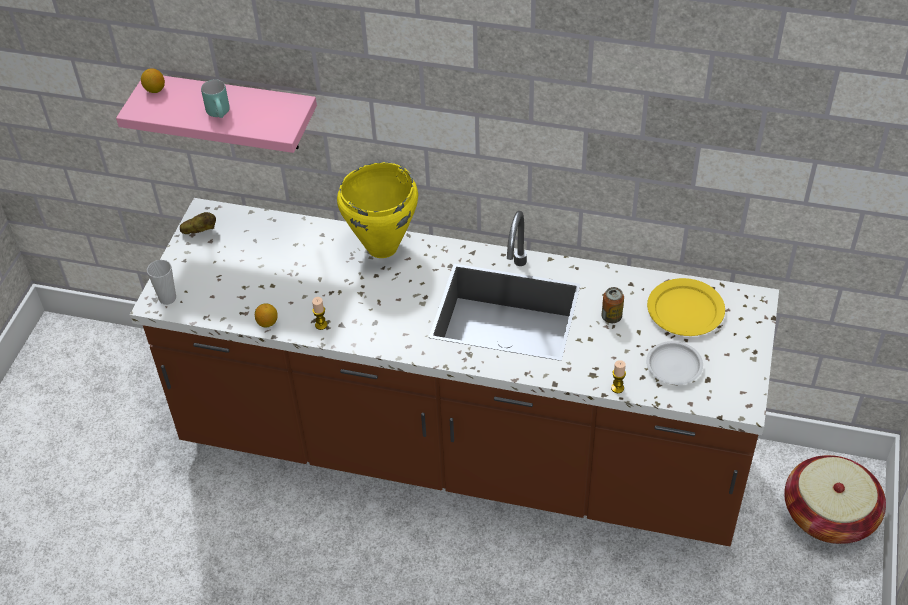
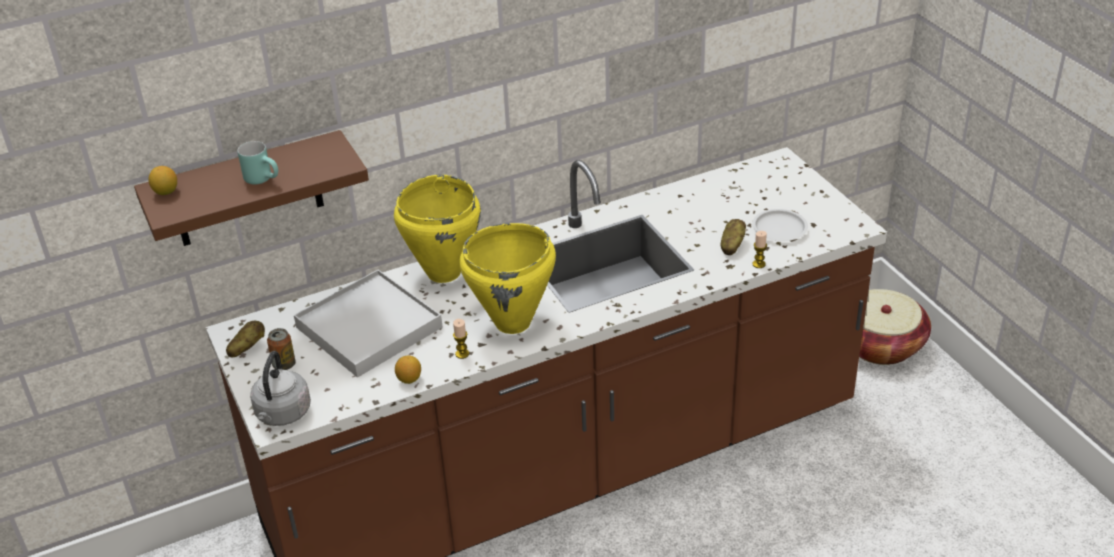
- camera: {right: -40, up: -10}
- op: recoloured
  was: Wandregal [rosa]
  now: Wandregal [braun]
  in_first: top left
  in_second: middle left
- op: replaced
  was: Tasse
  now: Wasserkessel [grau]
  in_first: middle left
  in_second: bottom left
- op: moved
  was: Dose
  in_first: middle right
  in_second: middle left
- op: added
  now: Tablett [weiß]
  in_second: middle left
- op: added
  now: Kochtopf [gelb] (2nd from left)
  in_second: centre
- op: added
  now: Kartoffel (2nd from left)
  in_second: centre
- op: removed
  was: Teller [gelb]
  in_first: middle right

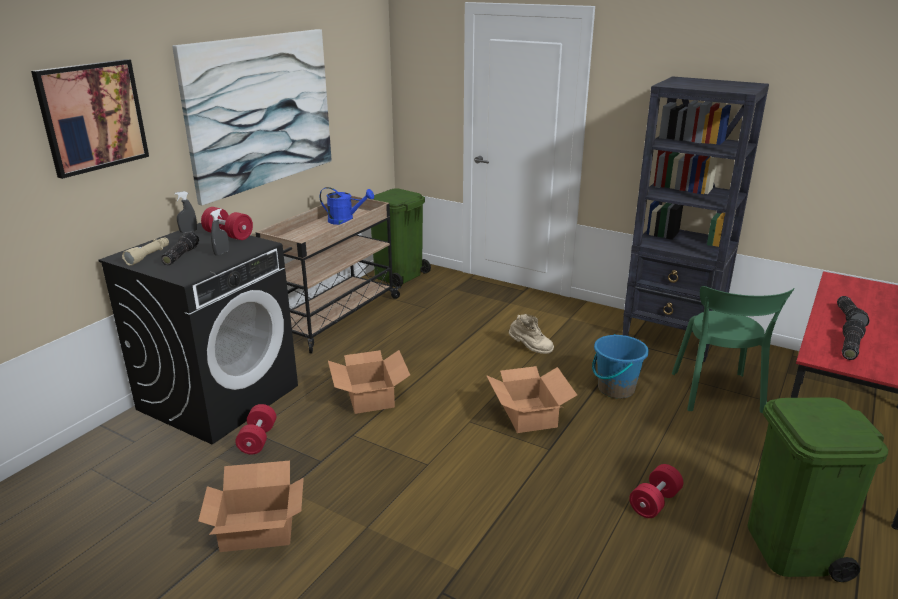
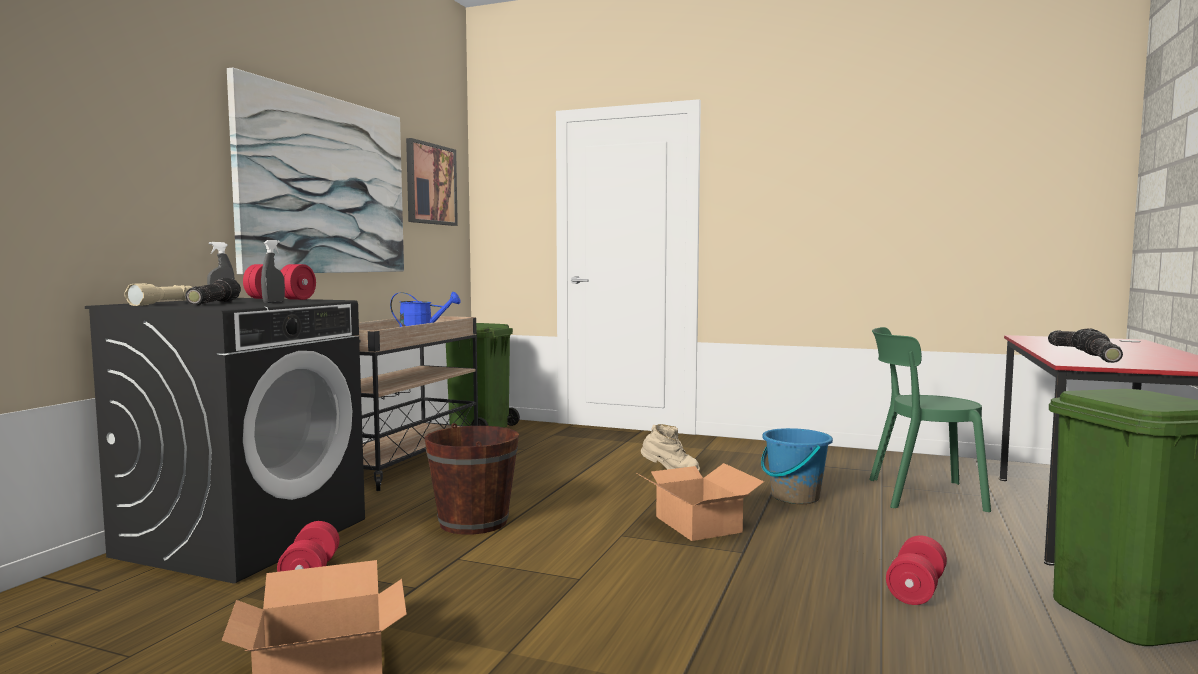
- camera: {right: -10, up: -20}
- op: moved
  was: Bild (1st from left in the first image)
  now: Bild (2nd from left)
  in_first: top left
  in_second: top centre
- op: replaced
  was: Karton (2nd from left)
  now: Eimer [braun]
  in_first: centre
  in_second: bottom centre
- op: turned
  was: Stuhl [grün]
  in_first: middle right
  in_second: middle right
  clockwise: 105
- op: removed
  was: Bücherregal [schwarz]
  in_first: middle right

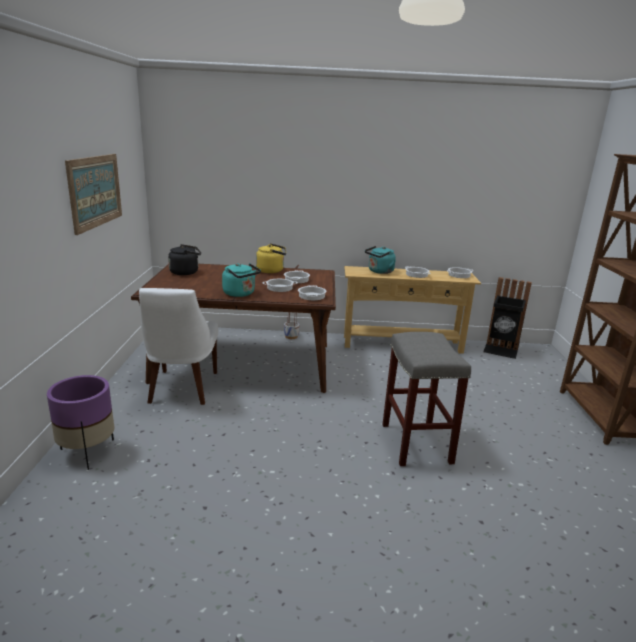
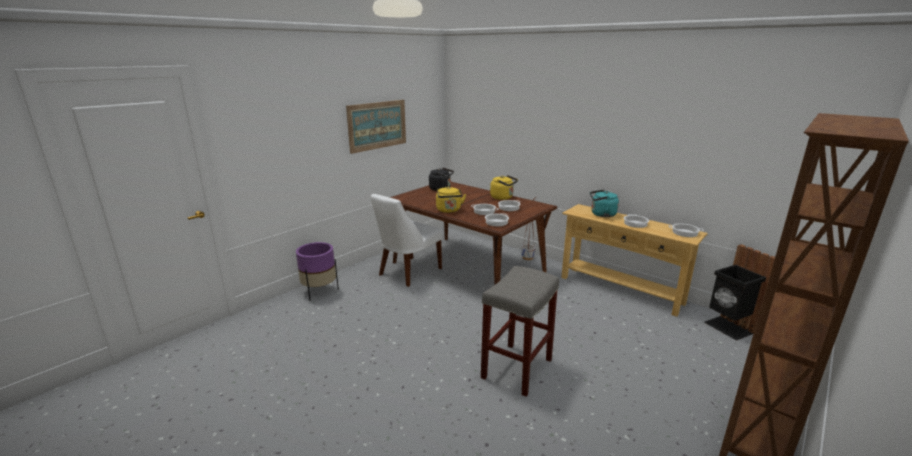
- camera: {right: 40, up: 0}
- op: recoloured
  was: Wasserkessel [türkis] (1st from left)
  now: Wasserkessel [gelb] (1st from left)
  in_first: centre
  in_second: centre

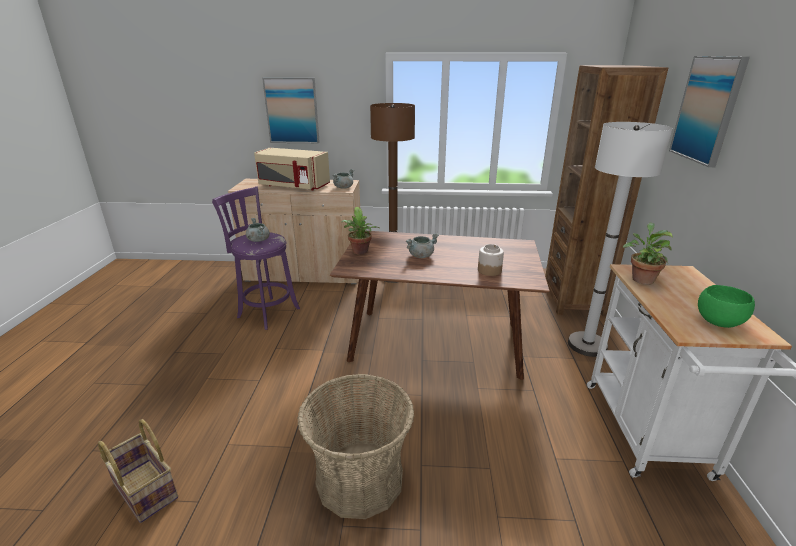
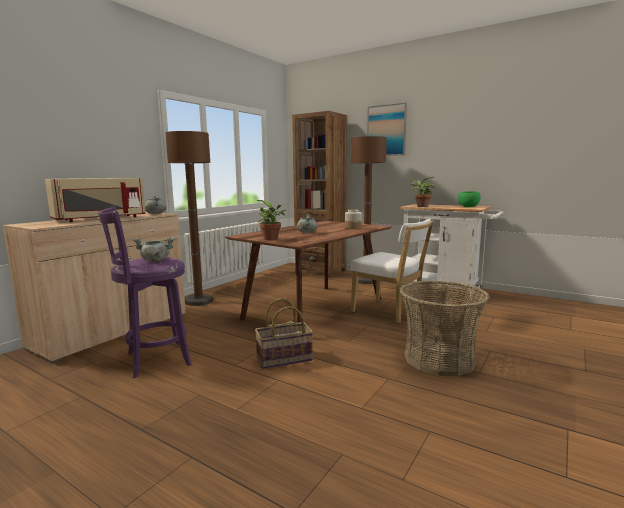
- camera: {right: -60, up: -15}
- op: moved
  was: Korb (1st from left)
  in_first: bottom left
  in_second: centre
- op: added
  now: Stuhl [weiß]
  in_second: centre
- op: recoloured
  was: Stehlampe [weiß]
  now: Stehlampe [braun] (2nd from left)
  in_first: middle right
  in_second: centre
- op: removed
  was: Bild (1st from left)
  in_first: top centre

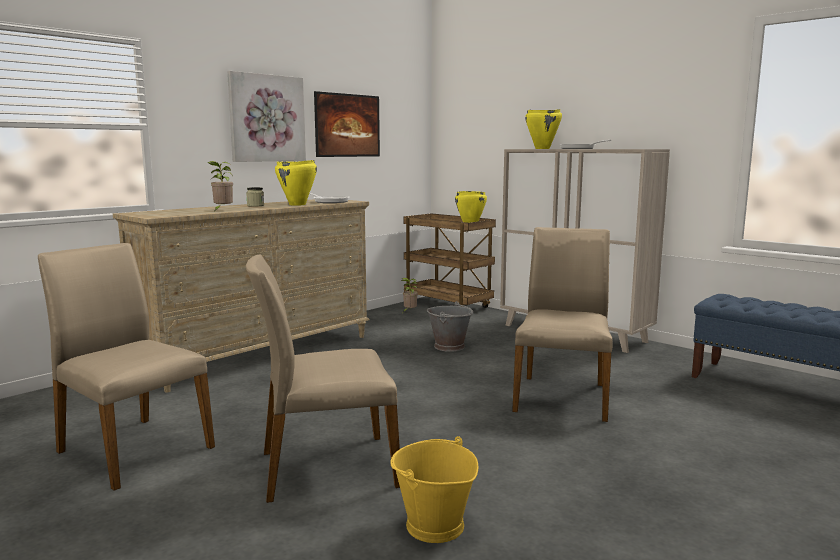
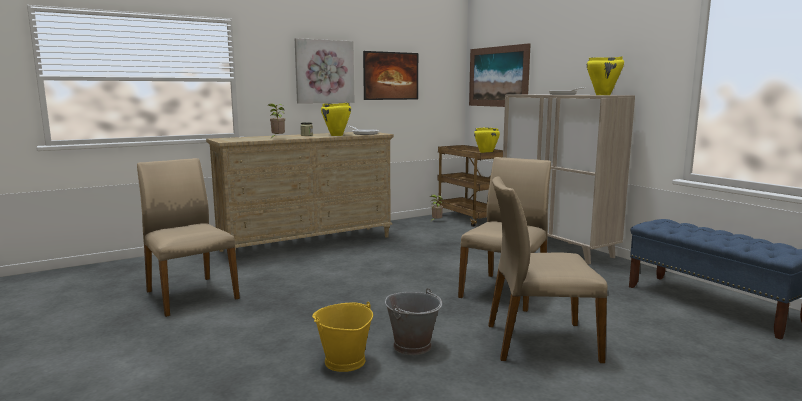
- camera: {right: 15, up: 0}
- op: moved
  was: Eimer [grau]
  in_first: centre
  in_second: bottom centre
- op: added
  now: Bild (3rd from left)
  in_second: top centre
- op: moved
  was: Stuhl [beige] (2nd from left in the first image)
  now: Stuhl [beige] (3rd from left)
  in_first: bottom centre
  in_second: bottom right
- op: moved
  was: Kochtopf [gelb] (3rd from left)
  in_first: top centre
  in_second: top right

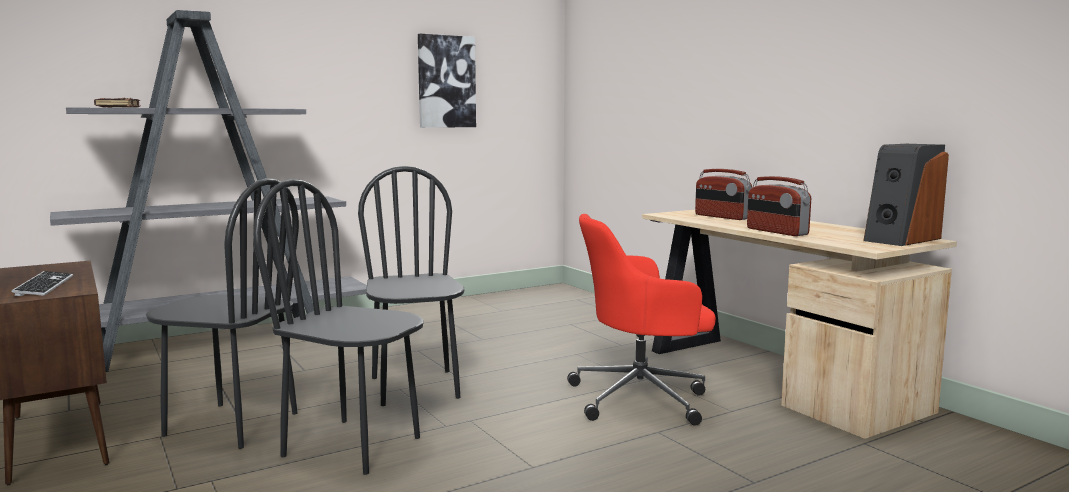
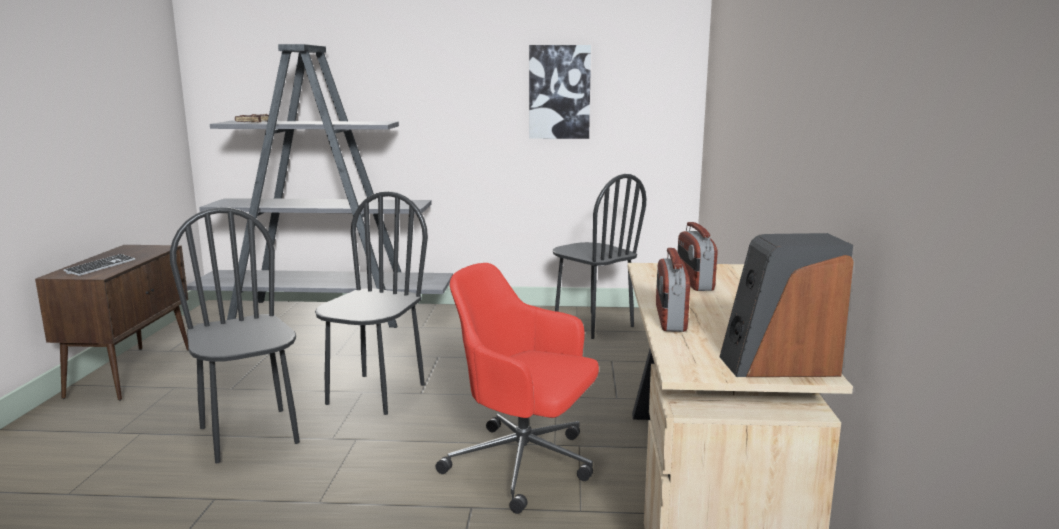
- camera: {right: 35, up: 5}
- op: moved
  was: Stuhl [schwarz] (1st from left in the first image)
  now: Stuhl [schwarz] (3rd from left)
  in_first: middle left
  in_second: centre

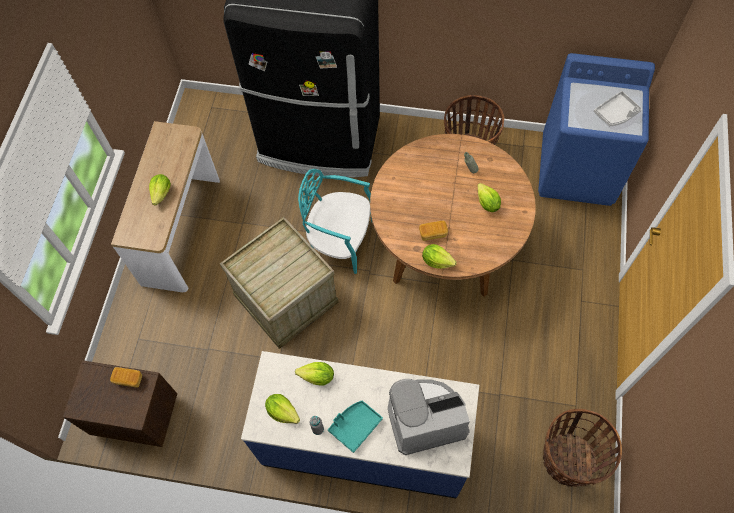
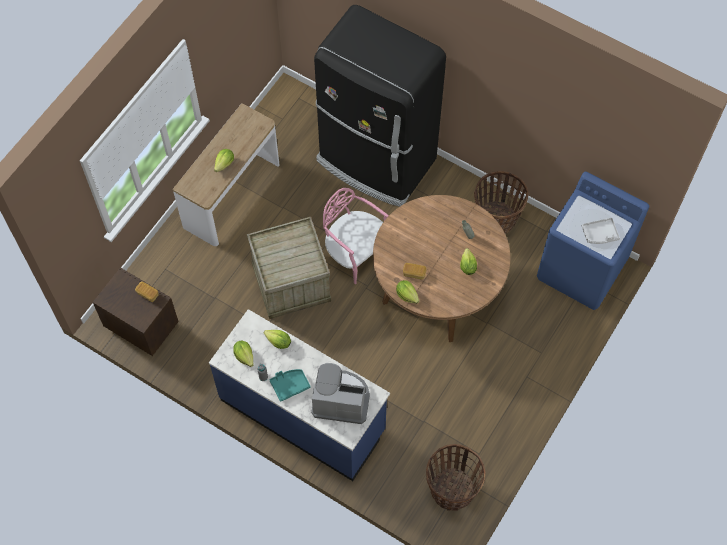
- camera: {right: 20, up: 0}
- op: recoloured
  was: Stuhl [türkis]
  now: Stuhl [rosa]
  in_first: centre
  in_second: centre

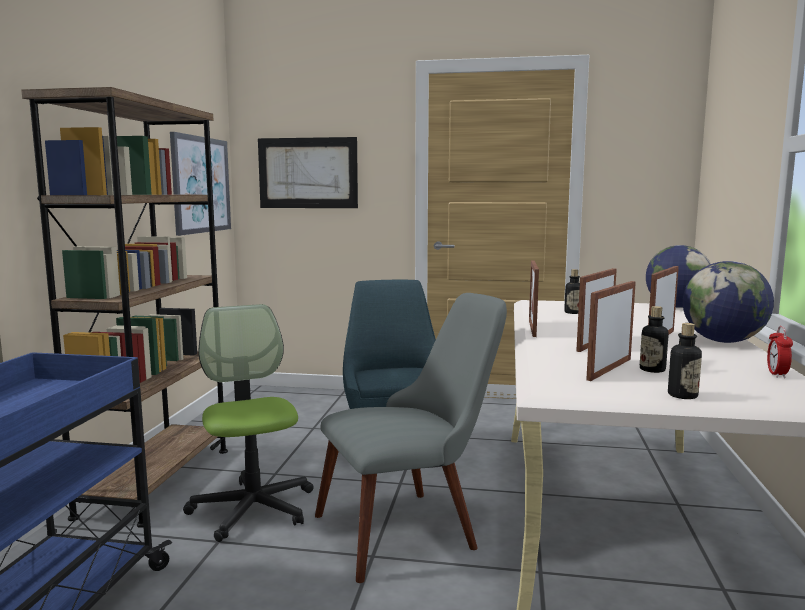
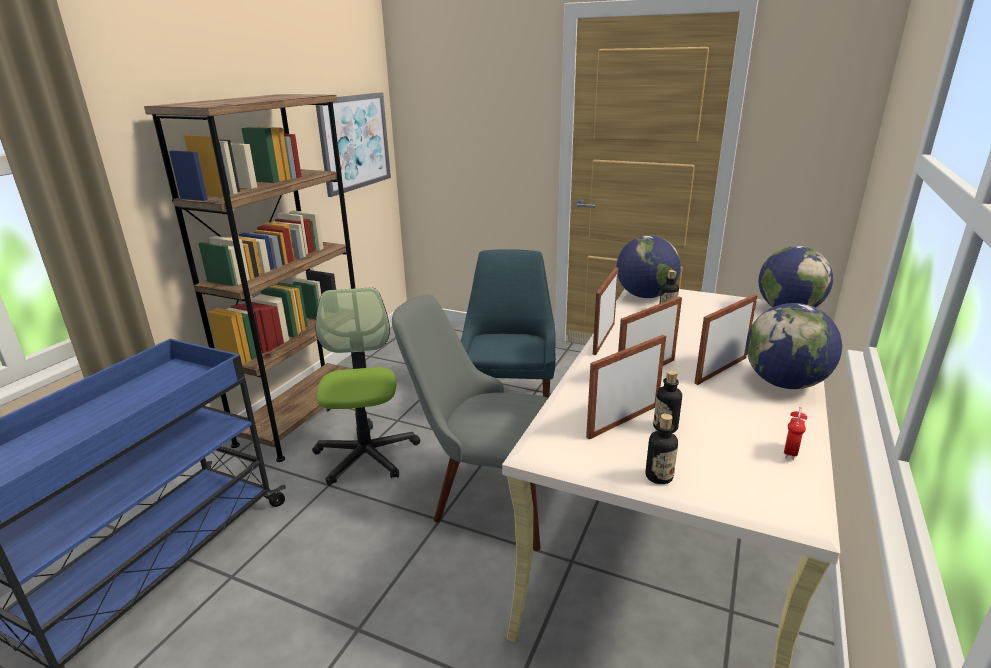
- camera: {right: 15, up: 15}
- op: turned
  was: Stuhl [grau]
  in_first: bottom centre
  in_second: centre
  clockwise: -150
- op: added
  now: Globus (1st from left)
  in_second: centre
- op: removed
  was: Bild (2nd from left)
  in_first: top centre

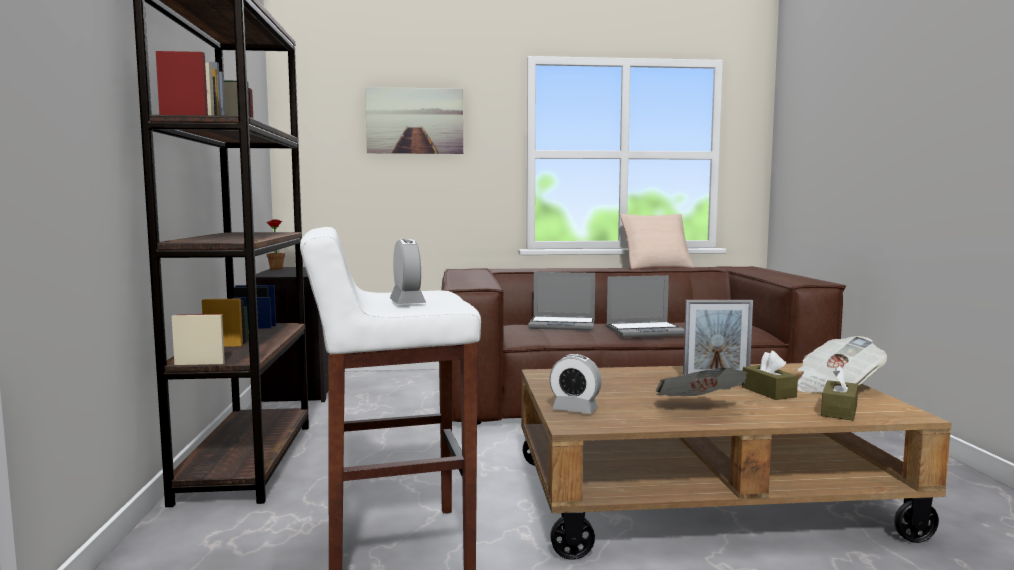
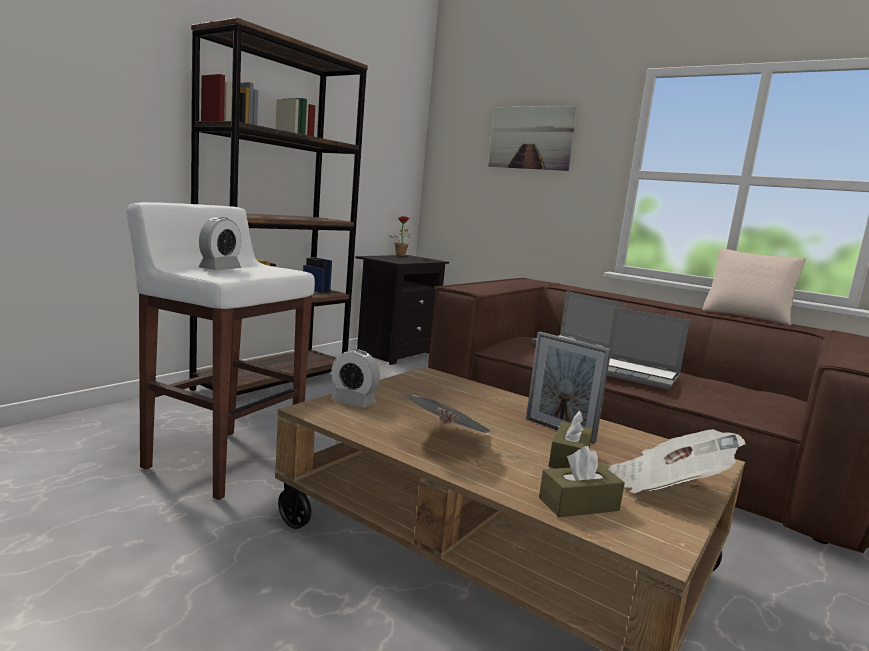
- camera: {right: 40, up: 5}
- op: turned
  was: Wecker (2nd from left)
  in_first: bottom centre
  in_second: centre
  clockwise: -45

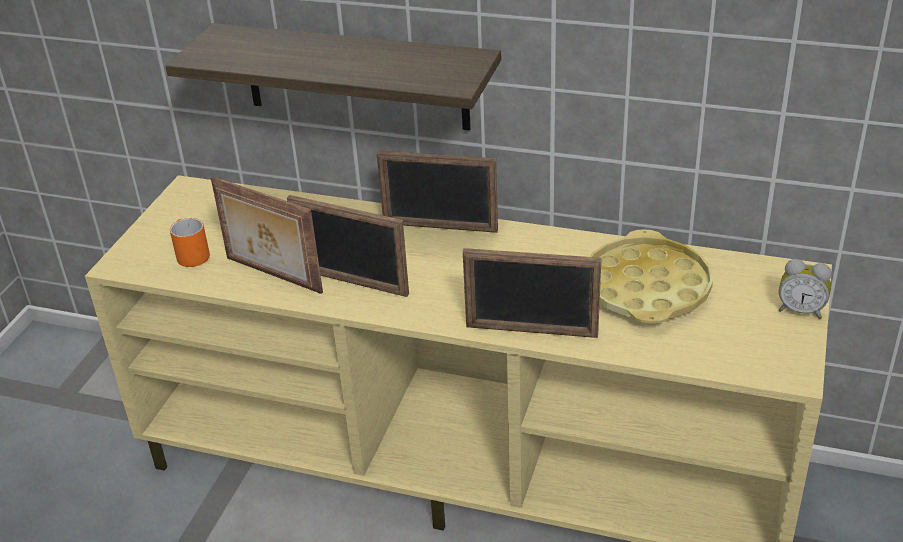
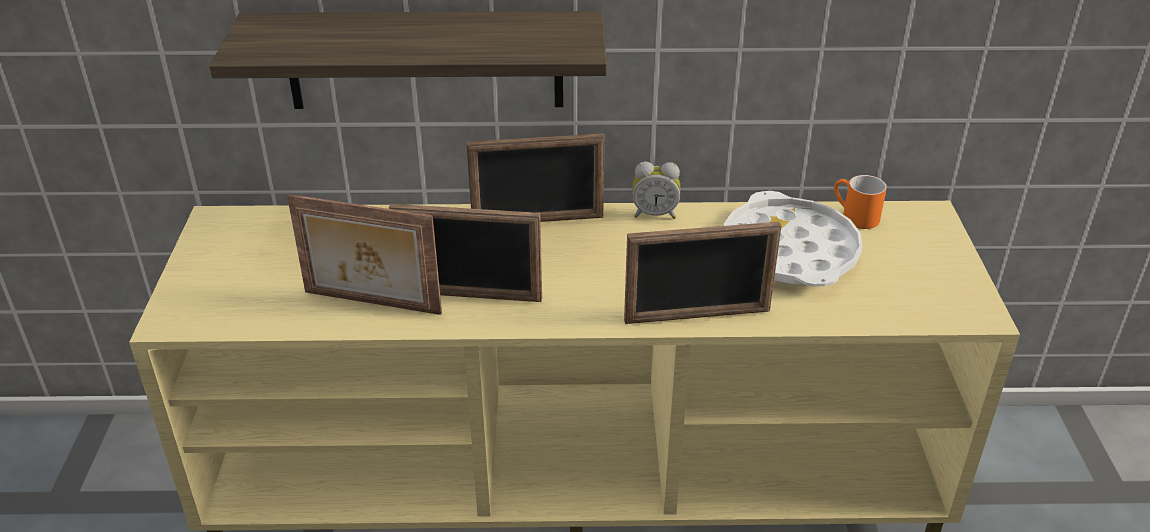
- camera: {right: -20, up: 0}
- op: moved
  was: Wecker
  in_first: middle right
  in_second: centre
- op: recoloured
  was: Tablett [gelb]
  now: Tablett [weiß]
  in_first: middle right
  in_second: middle right
- op: moved
  was: Henkelbecher [orange]
  in_first: middle left
  in_second: middle right

